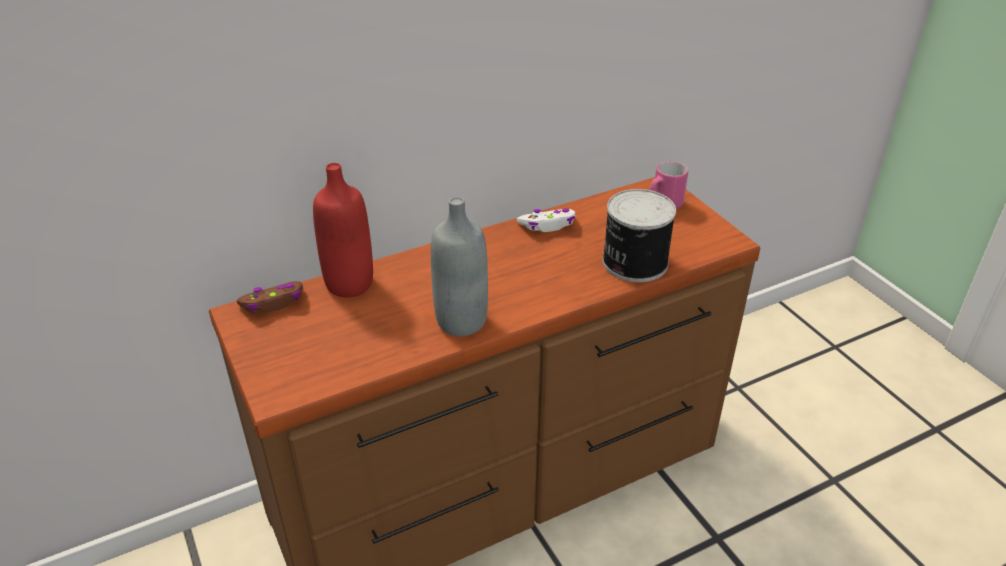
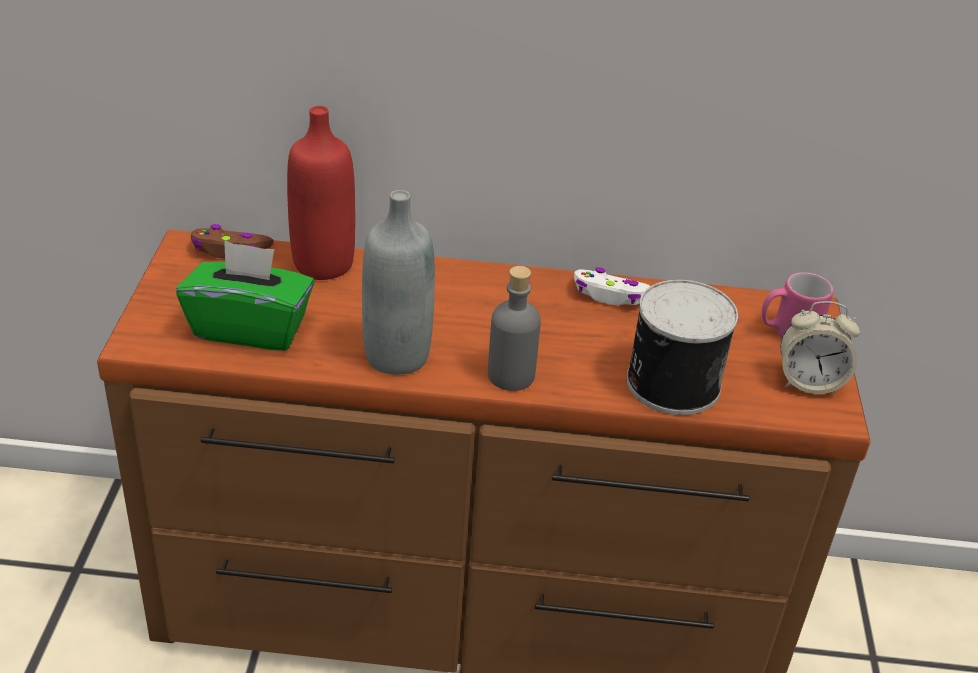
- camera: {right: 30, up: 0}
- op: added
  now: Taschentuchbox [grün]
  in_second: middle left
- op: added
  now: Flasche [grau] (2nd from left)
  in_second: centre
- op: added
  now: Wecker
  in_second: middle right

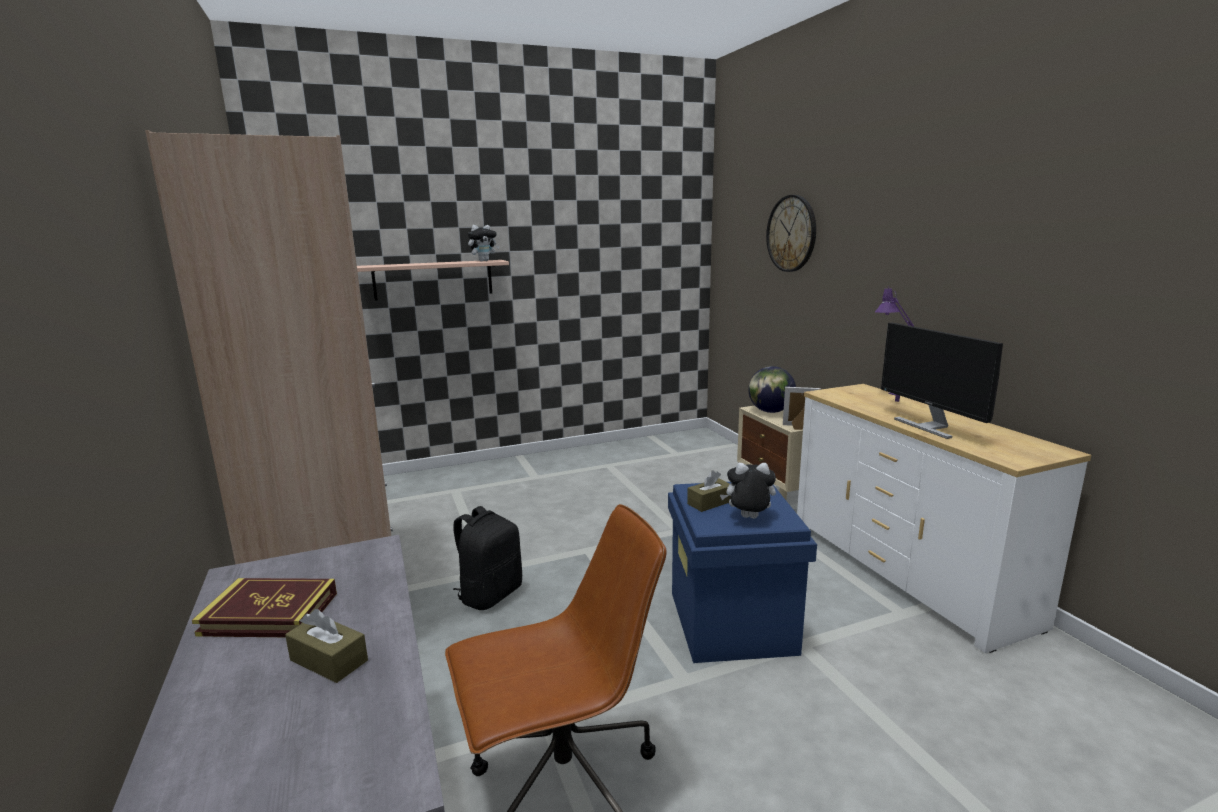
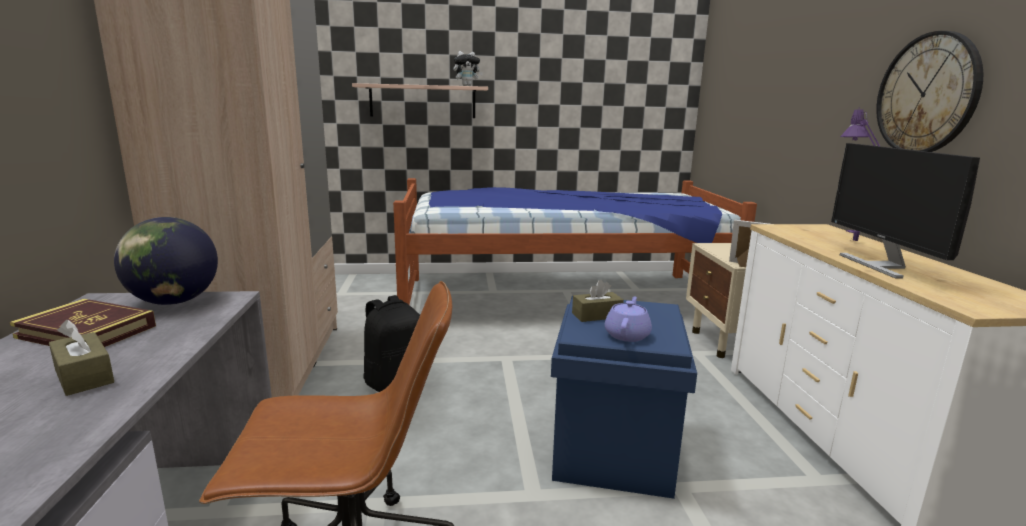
- camera: {right: 15, up: 0}
- op: moved
  was: Globus
  in_first: centre
  in_second: middle left
- op: added
  now: Bett
  in_second: centre
- op: replaced
  was: Plüschtier (2nd from left)
  now: Teekanne [lila]
  in_first: centre
  in_second: centre
- op: moved
  was: Wanduhr
  in_first: top centre
  in_second: top right

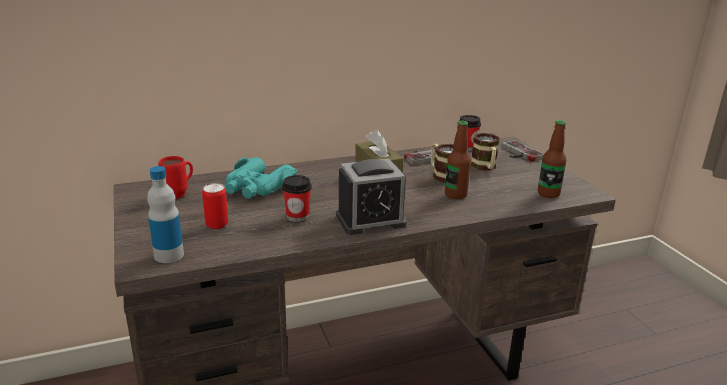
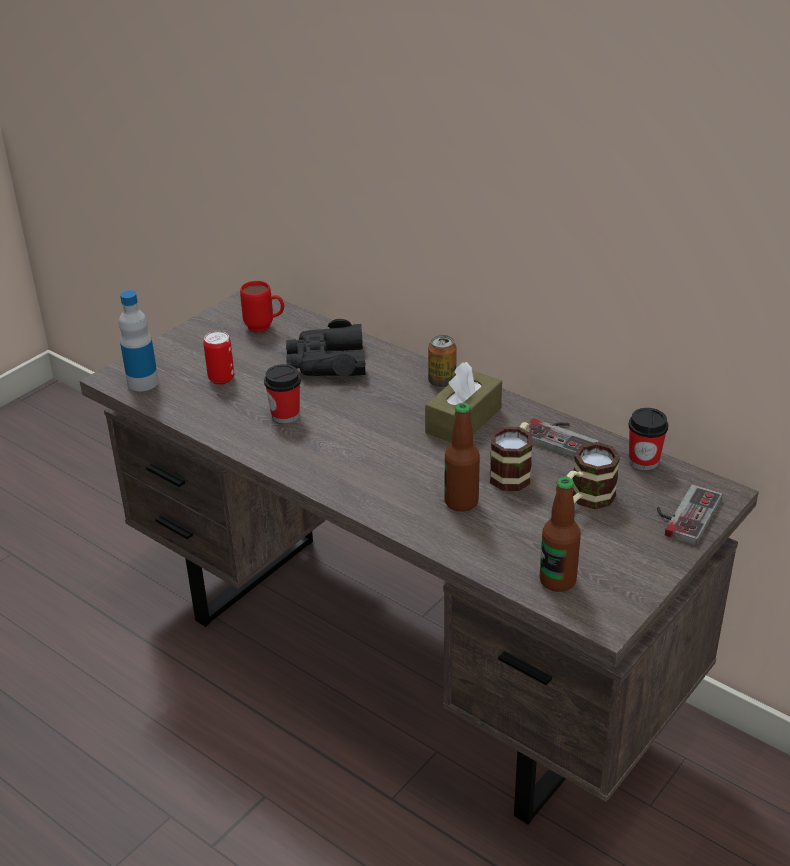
- camera: {right: 60, up: 10}
- op: recoloured
  was: Fernglas [türkis]
  now: Fernglas [schwarz]
  in_first: centre
  in_second: centre
- op: added
  now: Dose (2nd from left)
  in_second: centre
- op: removed
  was: Wecker
  in_first: centre

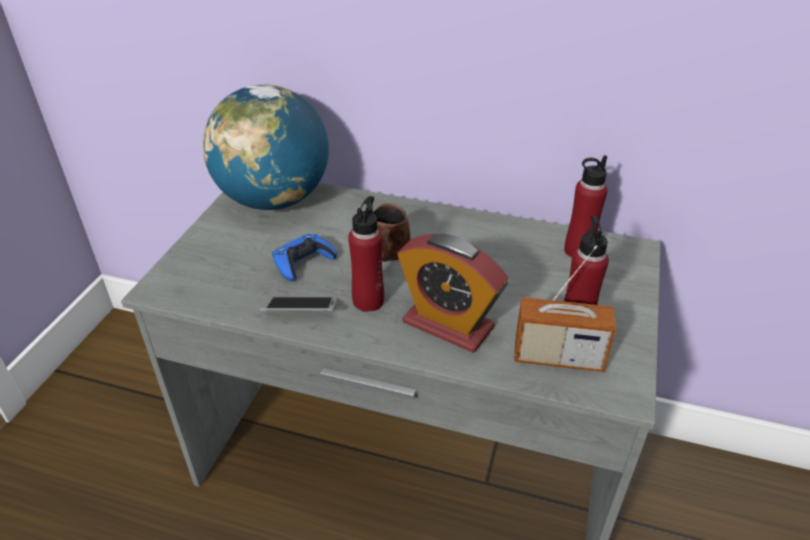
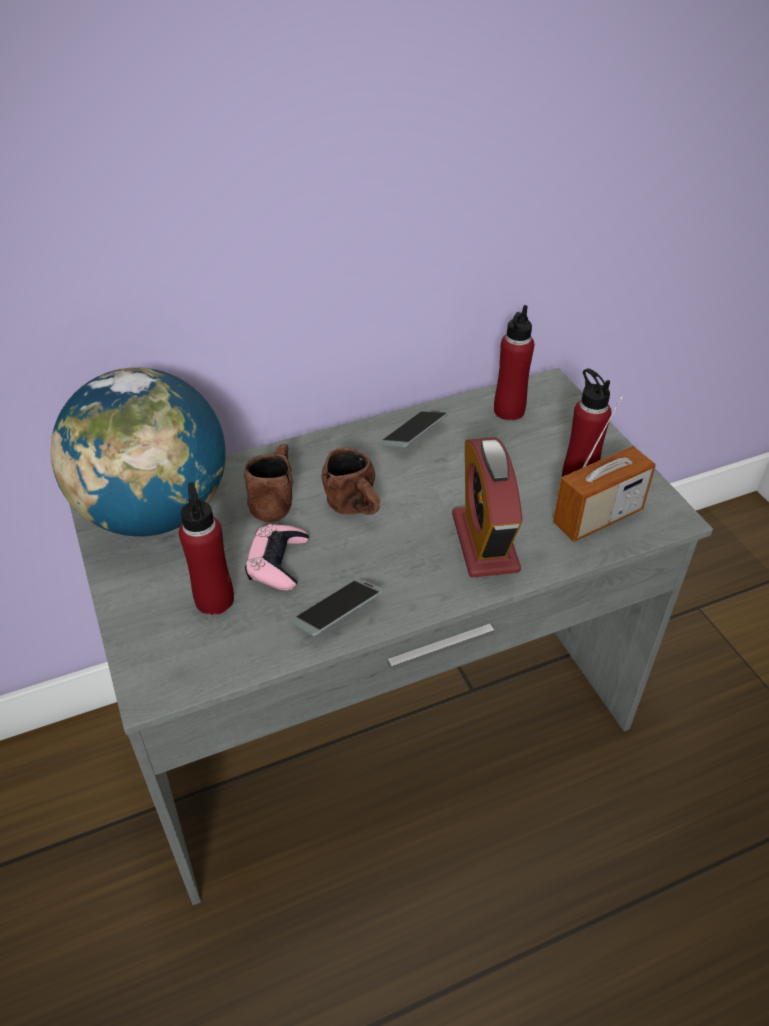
- camera: {right: -40, up: 5}
- op: moved
  was: Flasche [rot] (1st from left)
  in_first: centre
  in_second: middle left
- op: added
  now: Henkelbecher [braun] (1st from left)
  in_second: centre
- op: recoloured
  was: Gamepad [blau]
  now: Gamepad [rosa]
  in_first: centre
  in_second: centre
- op: added
  now: Handy (2nd from left)
  in_second: centre
- op: turned
  was: Wecker
  in_first: centre
  in_second: centre
  clockwise: 90

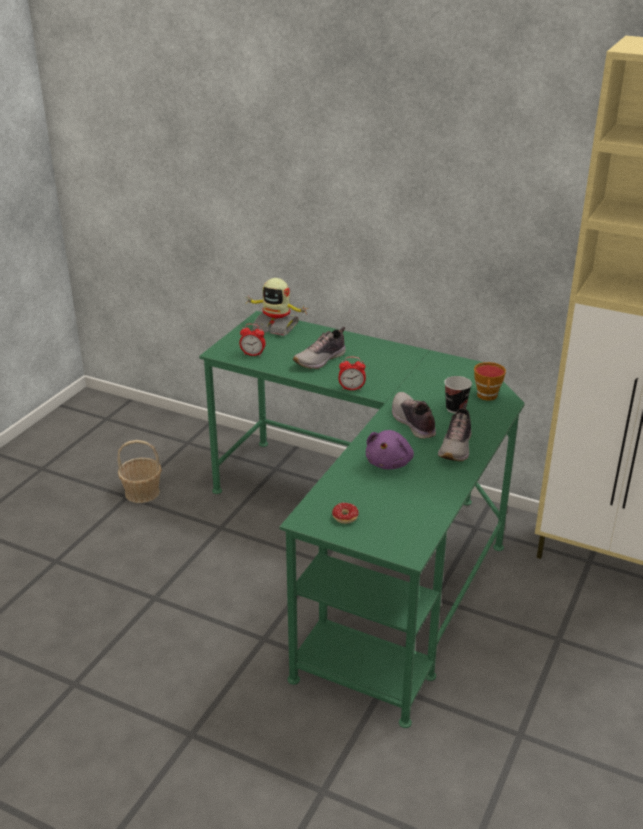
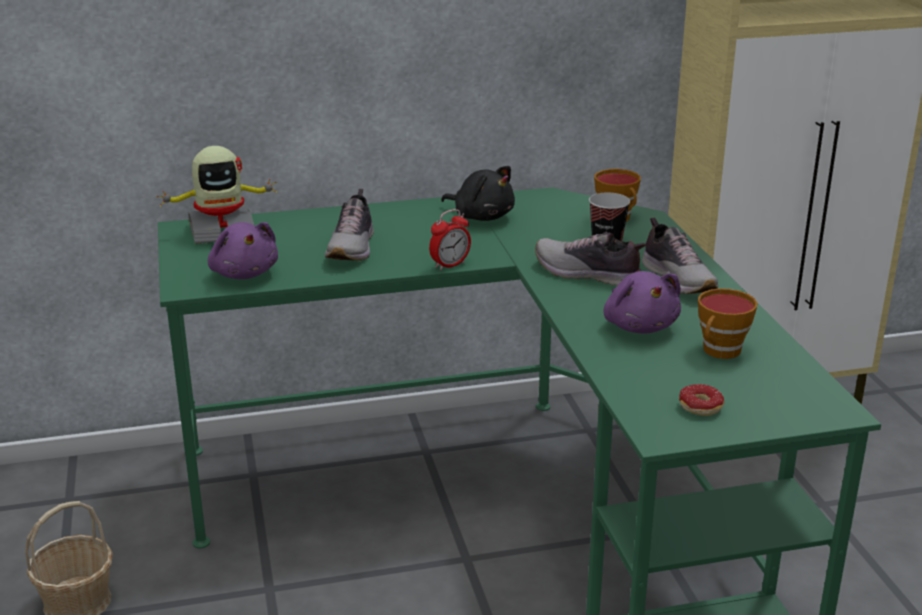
- camera: {right: -40, up: -5}
- op: replaced
  was: Wecker (1st from left)
  now: Plüschtier [lila] (1st from left)
  in_first: centre
  in_second: middle left
- op: added
  now: Plüschtier [schwarz]
  in_second: top centre
- op: added
  now: Tasse (3rd from left)
  in_second: middle right

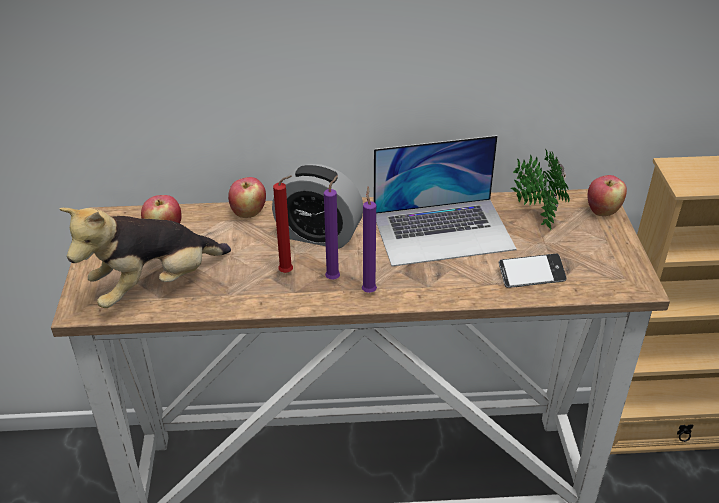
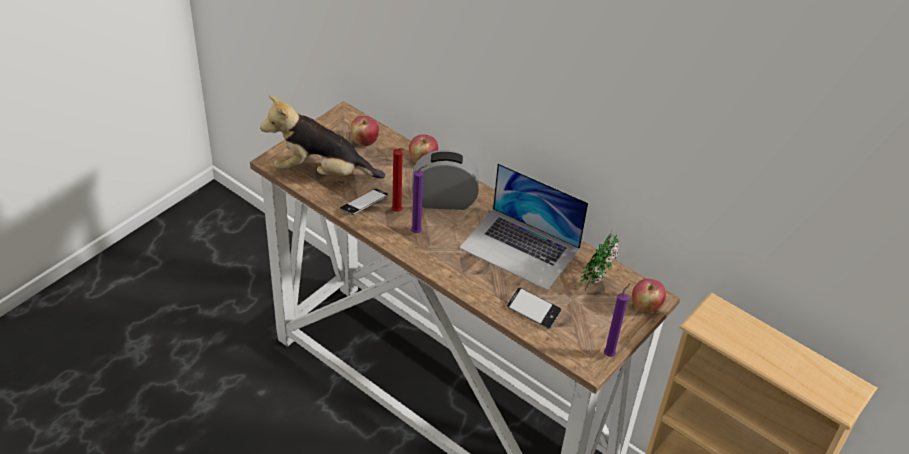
- camera: {right: 40, up: 5}
- op: added
  now: Handy (1st from left)
  in_second: centre
- op: turned
  was: Wecker
  in_first: centre
  in_second: centre
  clockwise: 120
- op: moved
  was: Kerze [lila] (2nd from left)
  in_first: centre
  in_second: bottom right

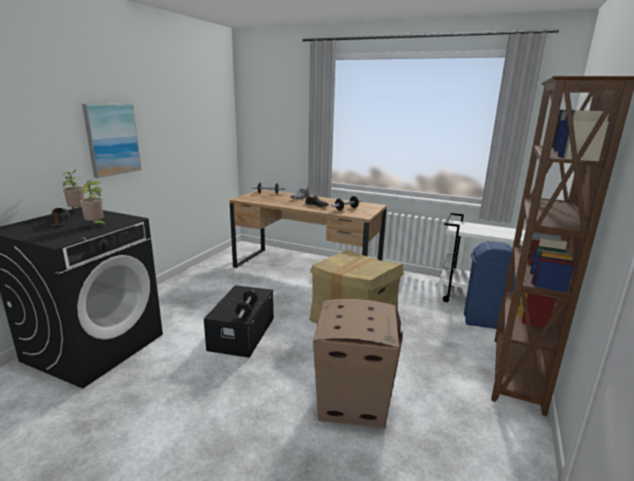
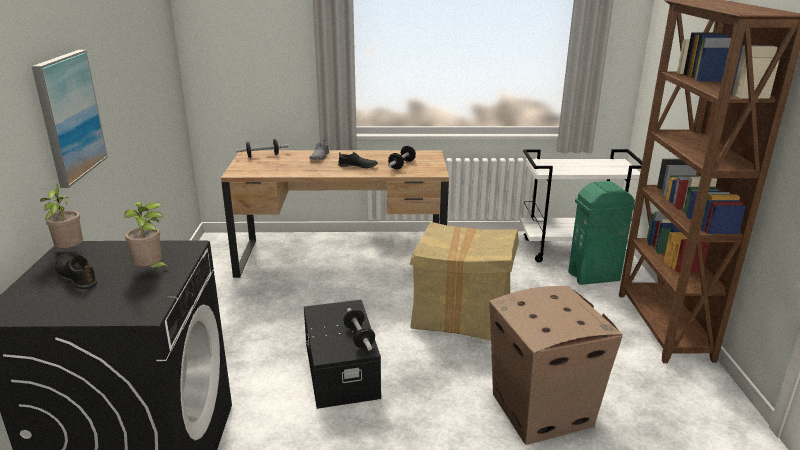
- camera: {right: -25, up: 5}
- op: recoloured
  was: Mülleimer [blau]
  now: Mülleimer [grün]
  in_first: middle right
  in_second: middle right

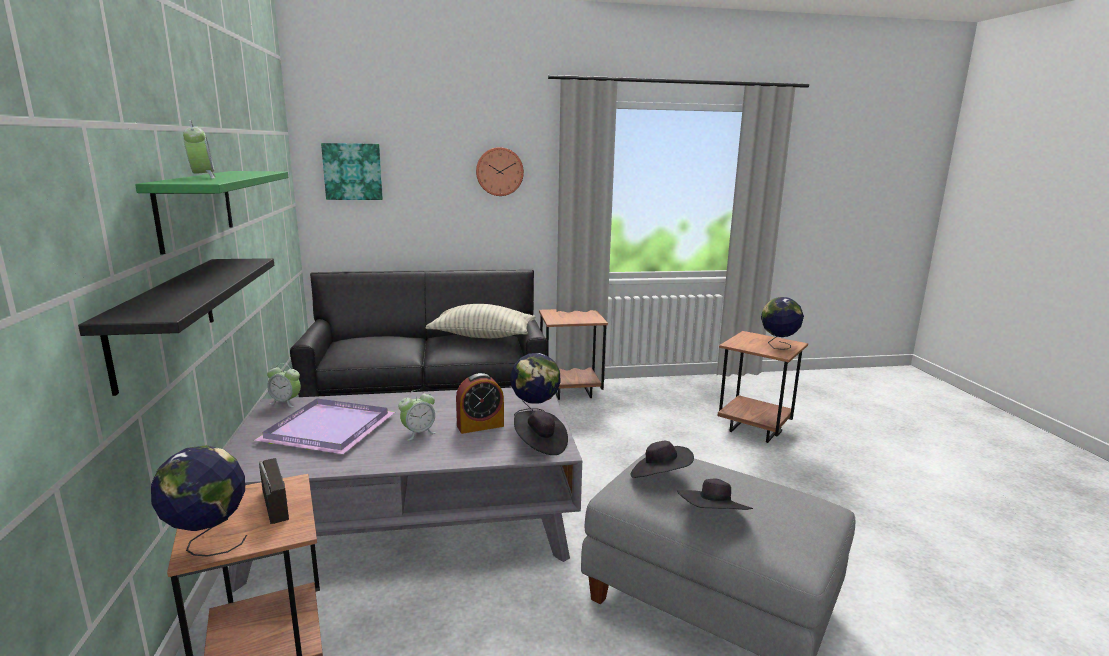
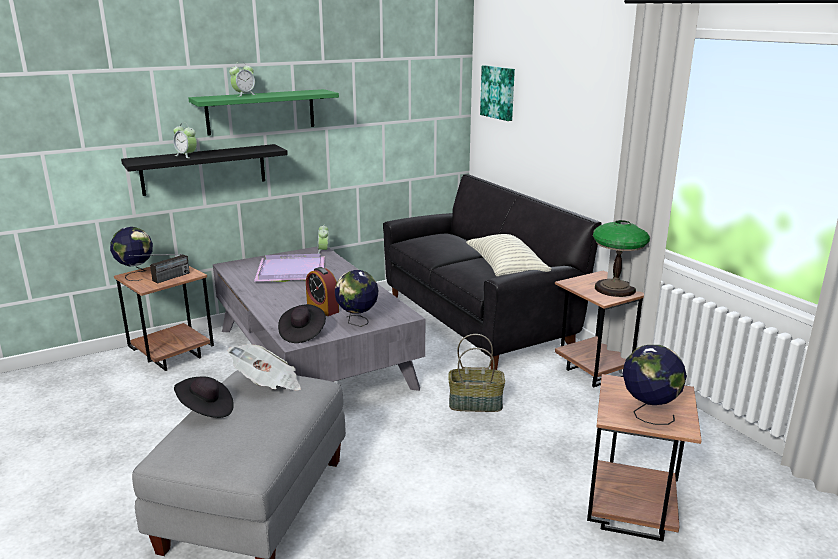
- camera: {right: 70, up: 5}
- op: moved
  was: Wecker (3rd from left in the first image)
  now: Wecker (1st from left)
  in_first: centre
  in_second: top left
- op: replaced
  was: Hut [schwarz] (2nd from left)
  now: Zeitung
  in_first: bottom centre
  in_second: middle left
- op: added
  now: Korb
  in_second: bottom centre
- op: added
  now: Tischlampe
  in_second: middle right
- op: removed
  was: Wanduhr
  in_first: top centre

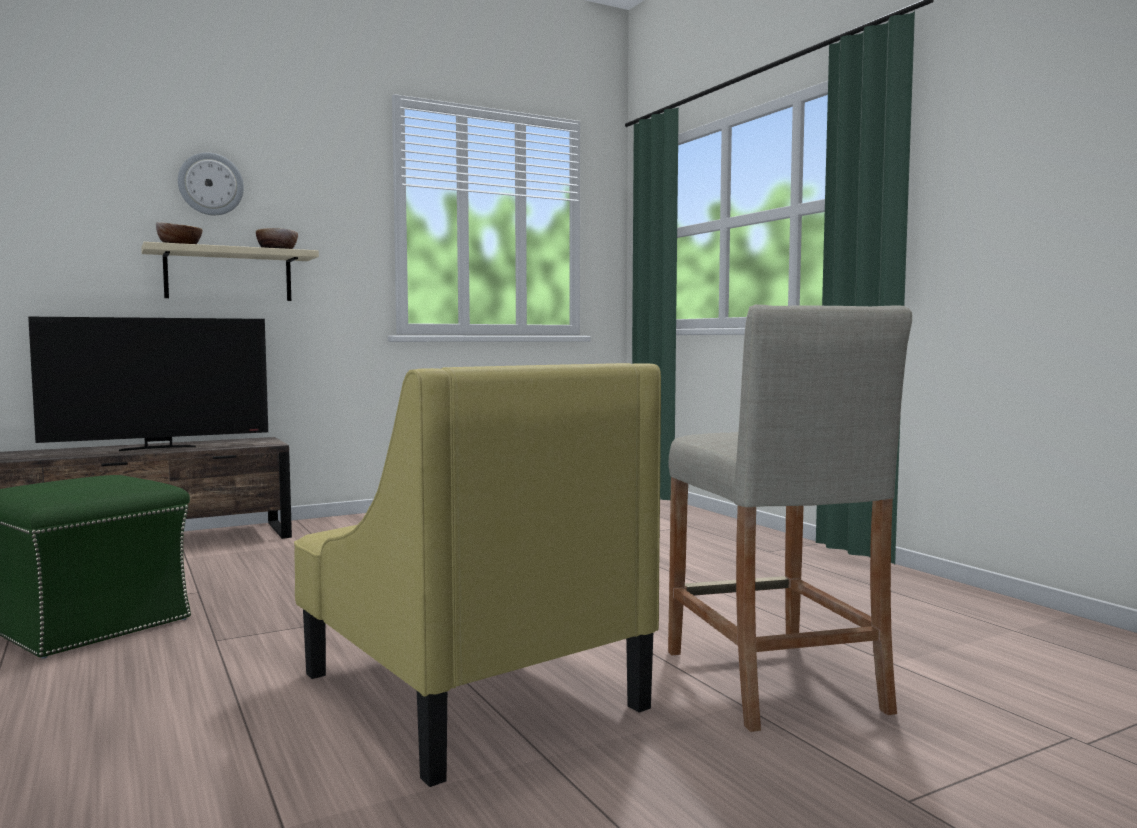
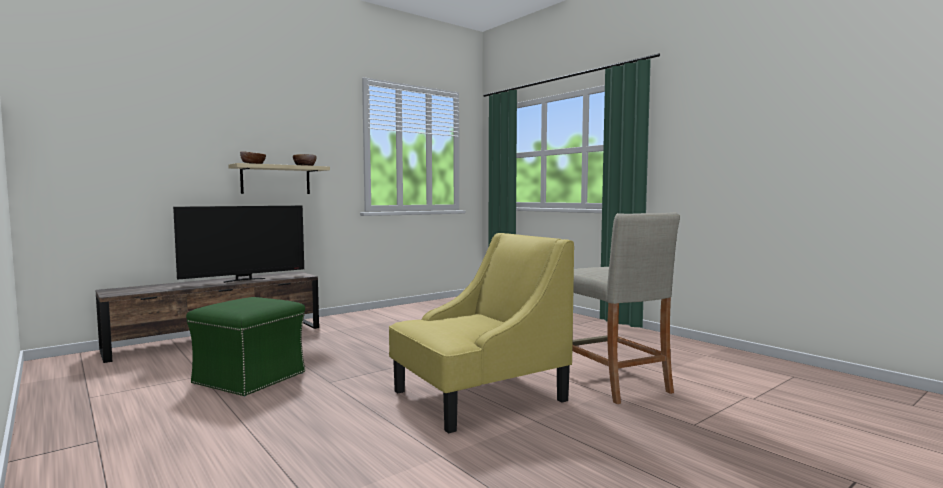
- camera: {right: -10, up: 0}
- op: turned
  was: Sessel [gelb]
  in_first: bottom centre
  in_second: bottom centre
  clockwise: -75
- op: removed
  was: Wanduhr
  in_first: top left

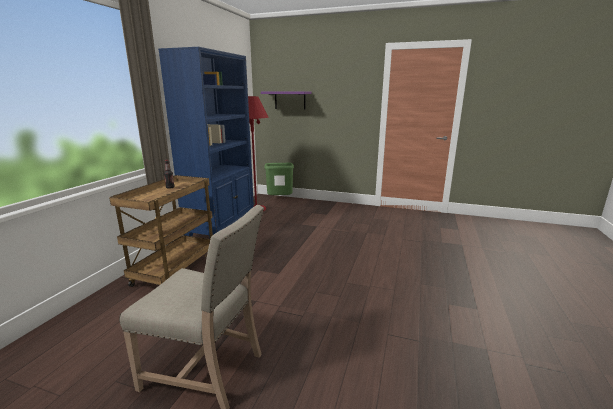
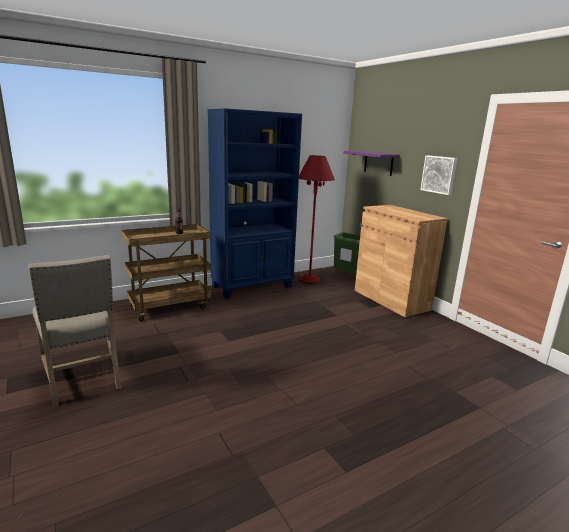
- camera: {right: 40, up: 0}
- op: added
  now: Schrank [braun]
  in_second: middle right
- op: added
  now: Bild
  in_second: top right

